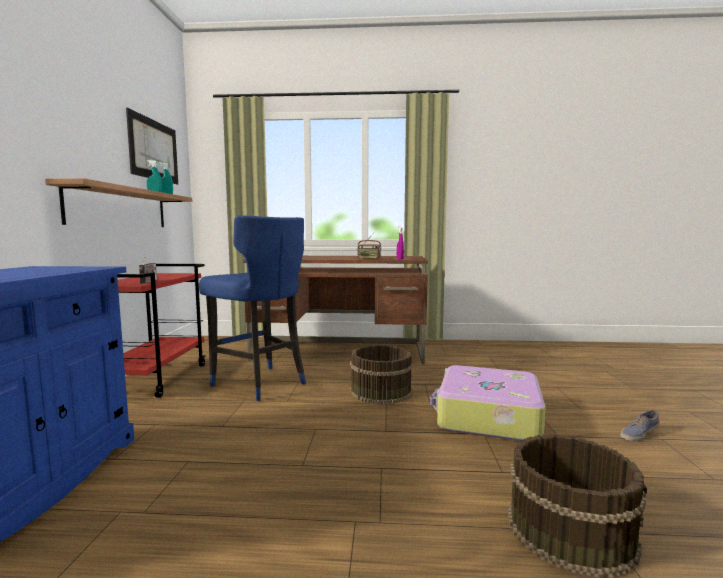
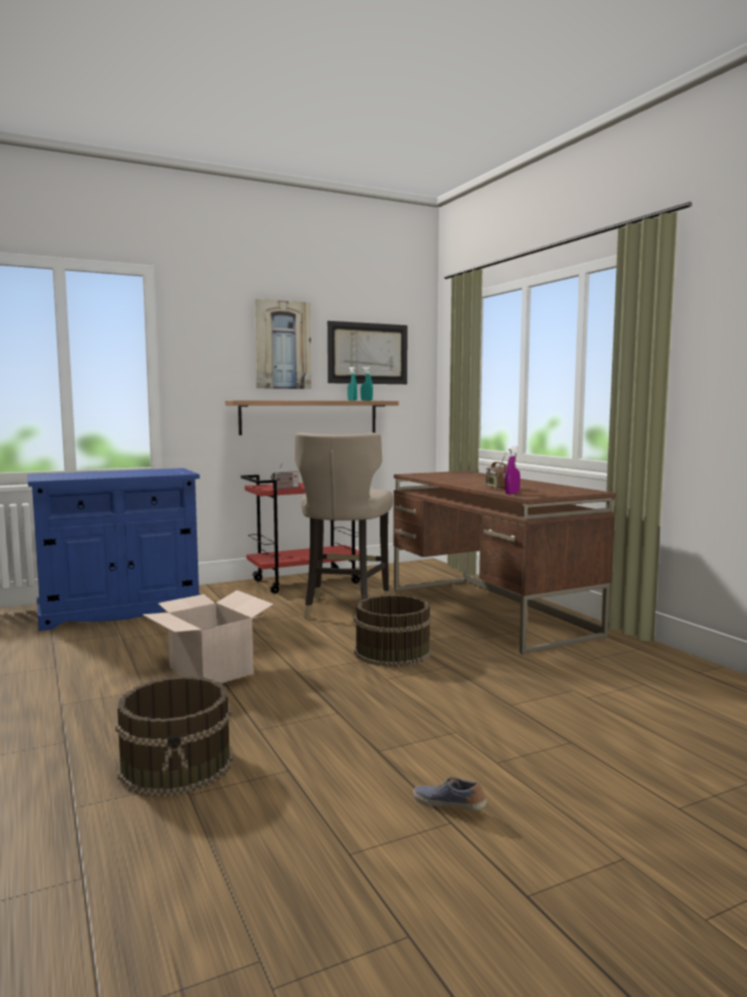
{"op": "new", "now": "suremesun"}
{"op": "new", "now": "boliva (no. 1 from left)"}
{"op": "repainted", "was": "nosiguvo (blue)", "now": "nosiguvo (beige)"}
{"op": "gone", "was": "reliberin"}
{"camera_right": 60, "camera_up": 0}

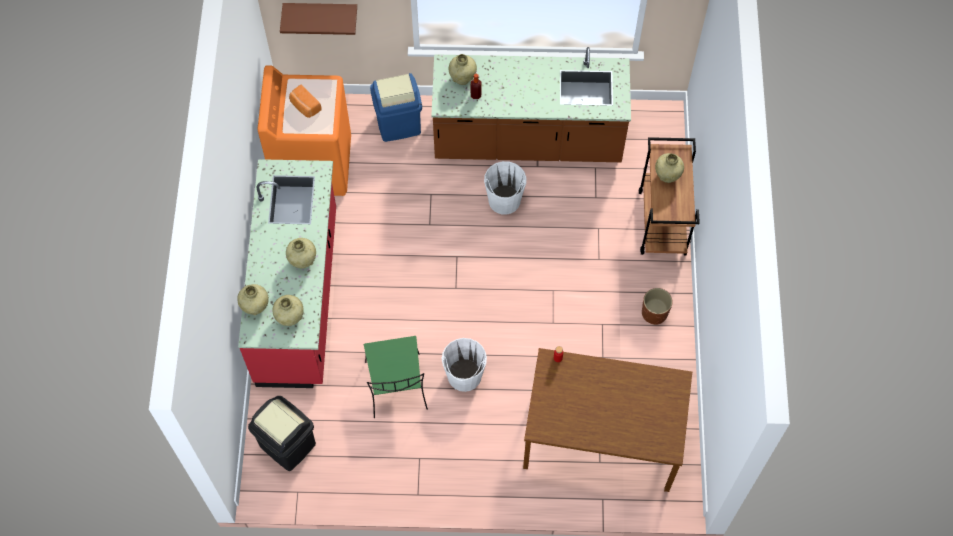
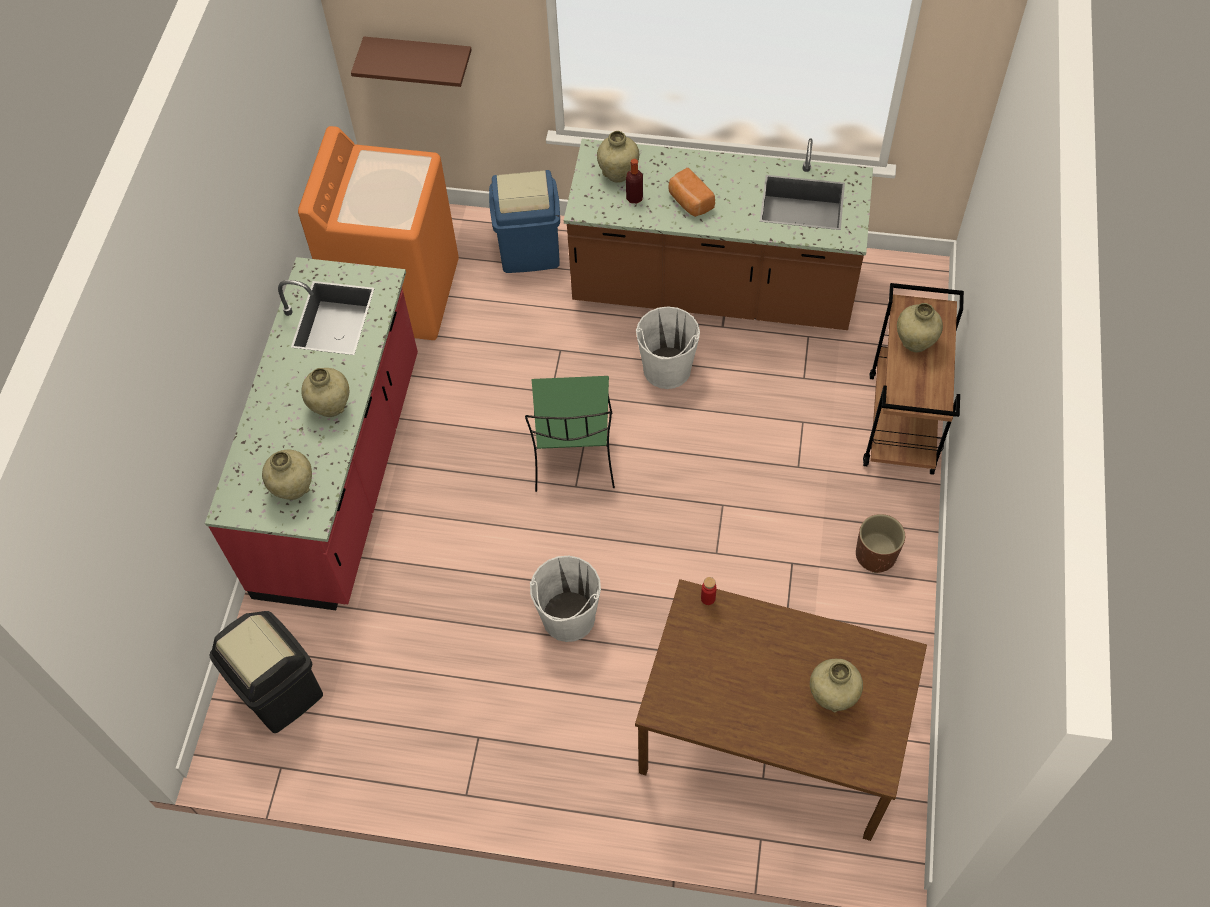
{"op": "shifted", "was": "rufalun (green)"}
{"op": "shifted", "was": "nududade"}
{"op": "shifted", "was": "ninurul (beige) (no. 1 from left in the first image)", "now": "ninurul (beige) (no. 4 from left)"}
{"camera_right": 10, "camera_up": -5}

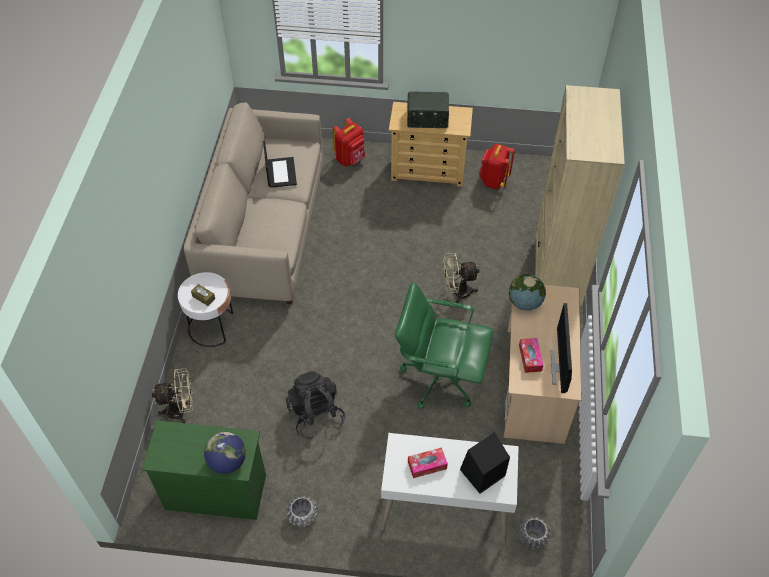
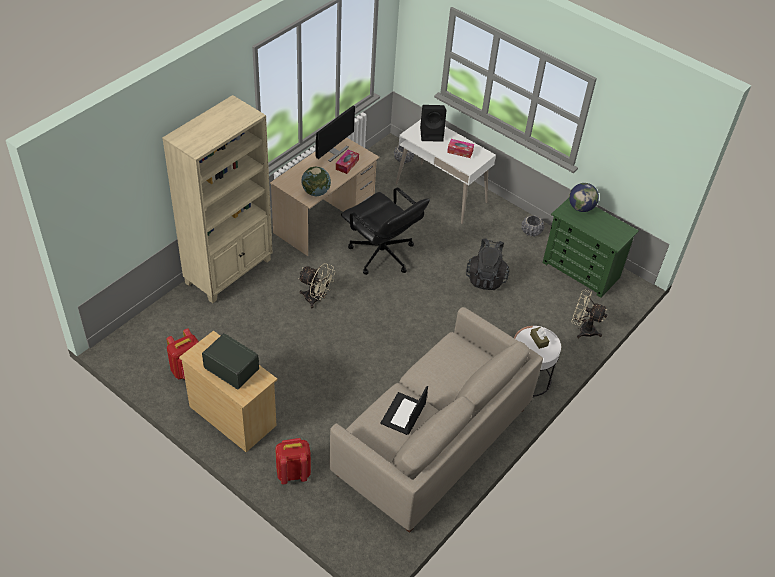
{"op": "repainted", "was": "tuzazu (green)", "now": "tuzazu (black)"}
{"camera_right": -150, "camera_up": -5}

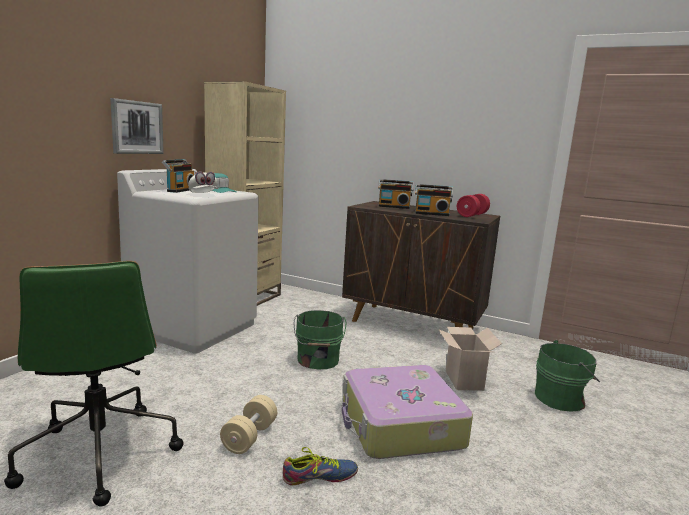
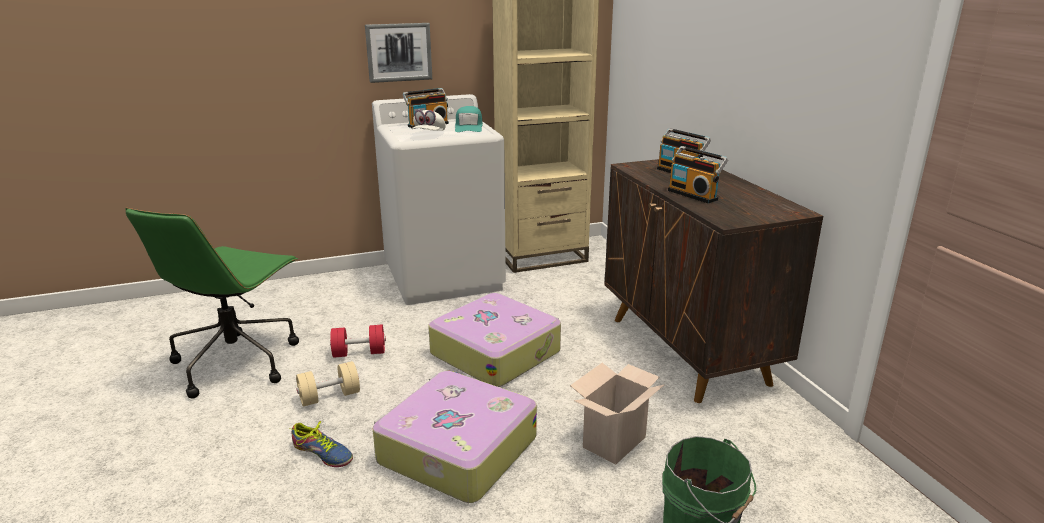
{"op": "shifted", "was": "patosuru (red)"}
{"op": "swapped", "was": "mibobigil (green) (no. 1 from left)", "now": "reliberin (no. 2 from left)"}
{"camera_right": 45, "camera_up": 10}

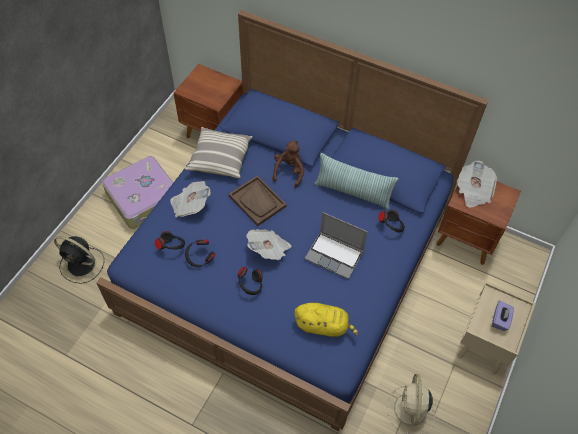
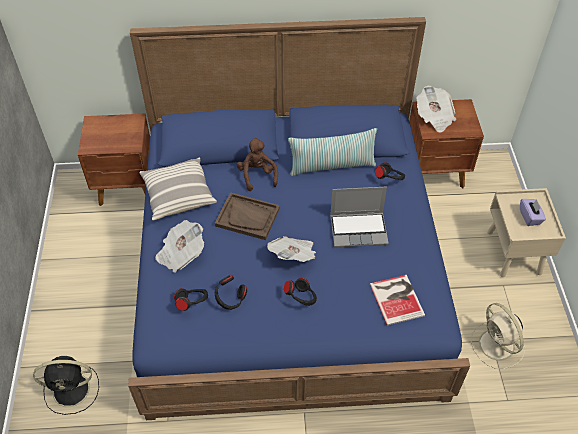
{"op": "swapped", "was": "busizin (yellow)", "now": "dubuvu"}
{"op": "gone", "was": "reliberin"}
{"camera_right": -30, "camera_up": -5}

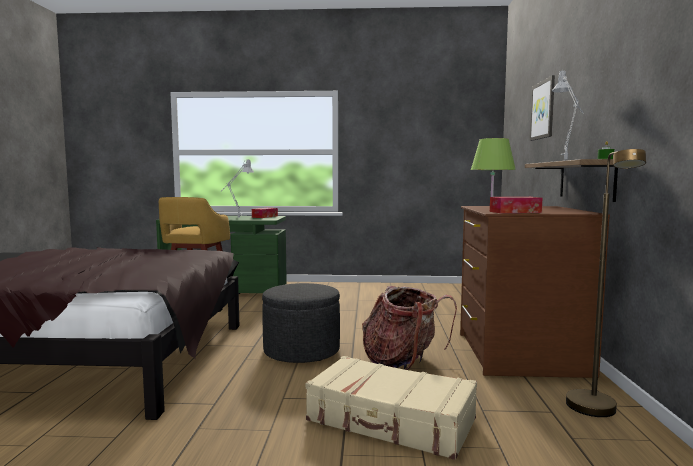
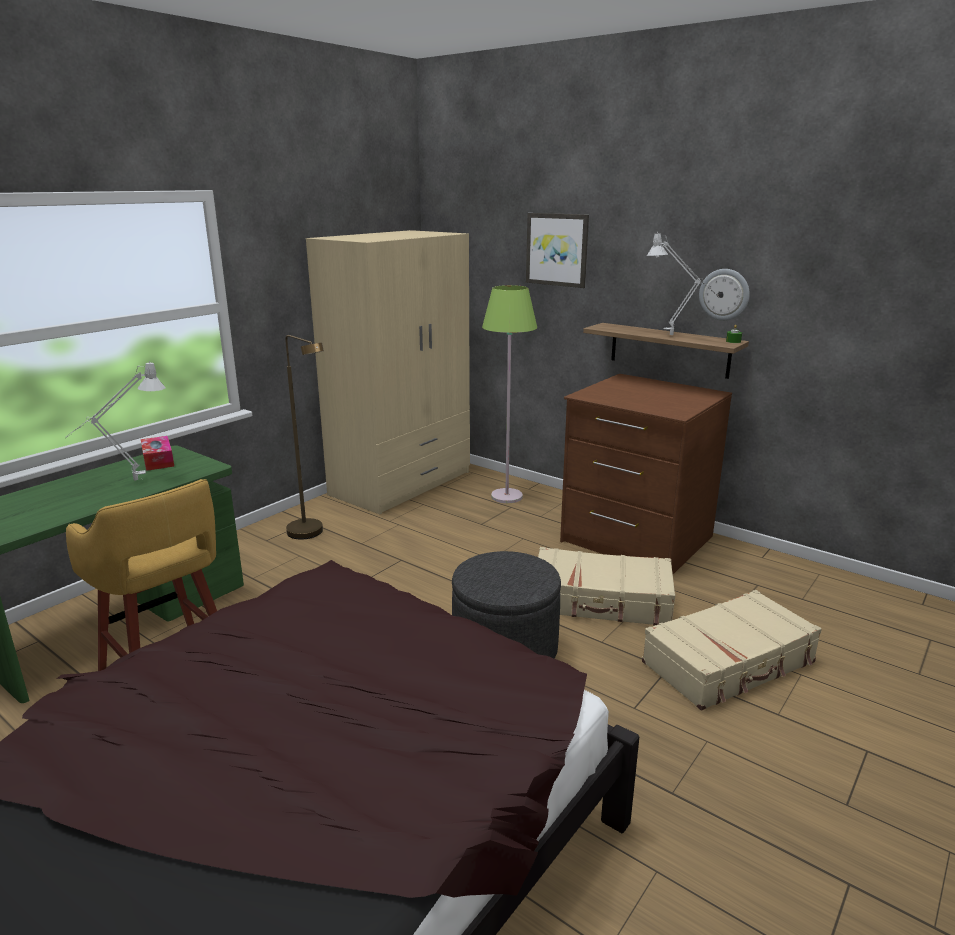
{"op": "shifted", "was": "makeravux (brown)"}
{"op": "new", "now": "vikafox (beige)"}
{"op": "swapped", "was": "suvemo", "now": "reliberin (beige) (no. 1 from left)"}
{"op": "new", "now": "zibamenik"}
{"op": "gone", "was": "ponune (no. 2 from left)"}
{"camera_right": -55, "camera_up": 15}

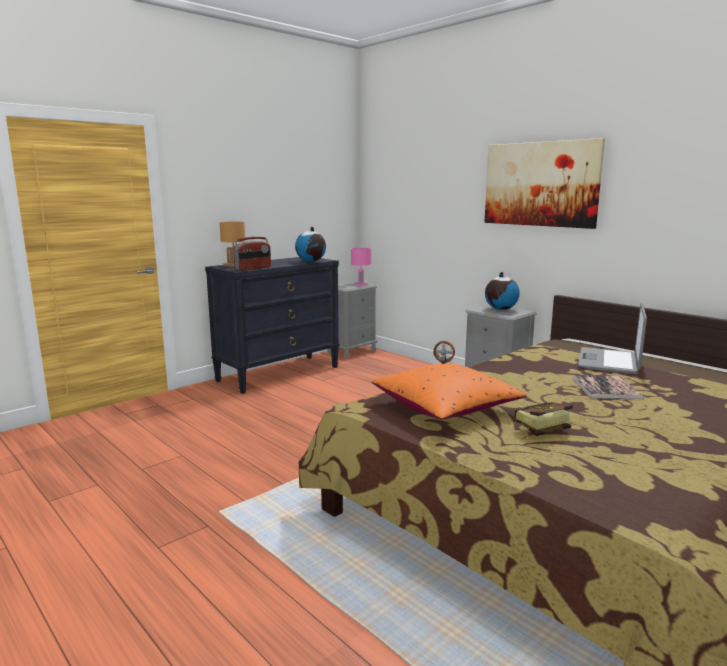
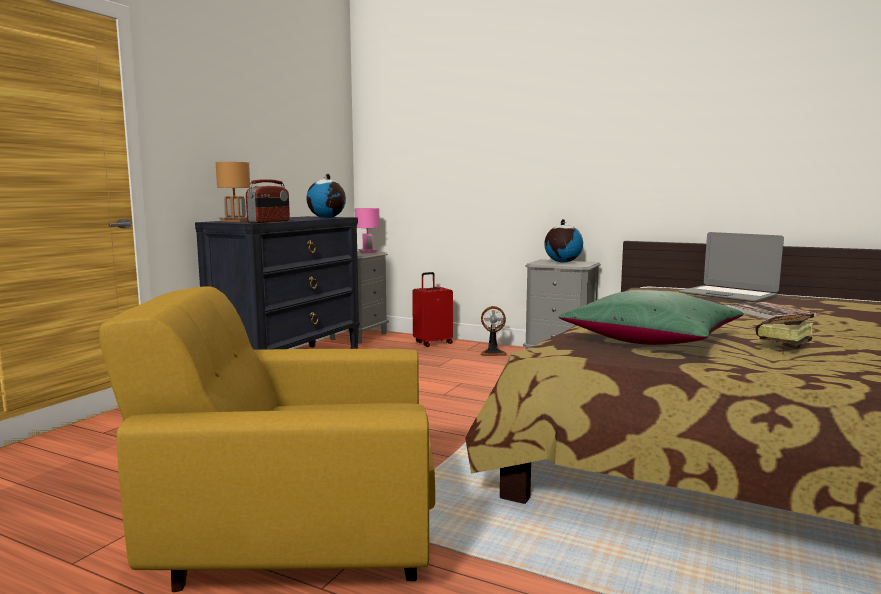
{"op": "new", "now": "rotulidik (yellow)"}
{"op": "new", "now": "reliberin (red)"}
{"op": "repainted", "was": "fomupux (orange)", "now": "fomupux (green)"}
{"op": "rotated", "was": "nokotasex", "clockwise": -45}
{"op": "gone", "was": "boliva"}
{"camera_right": -20, "camera_up": -5}

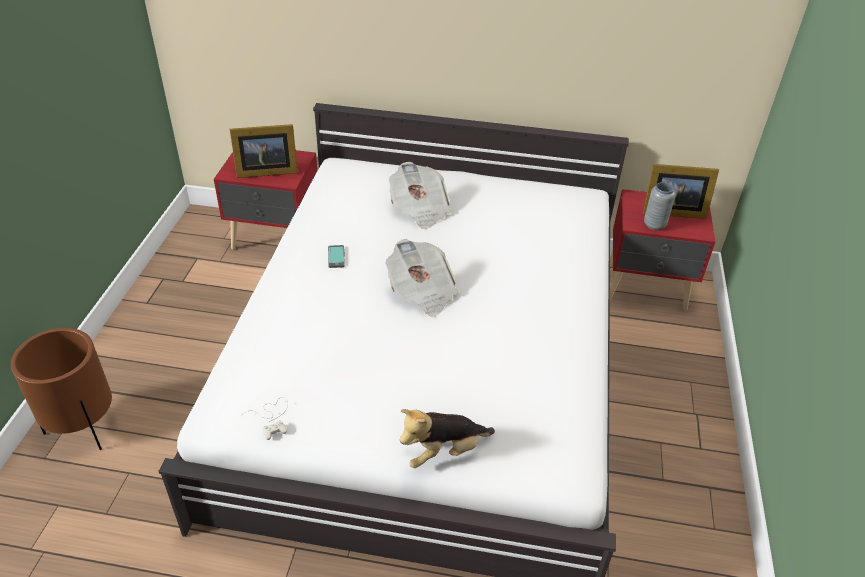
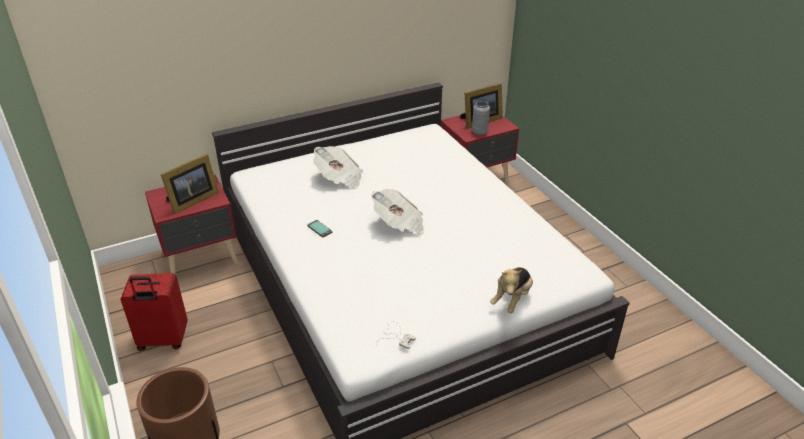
{"op": "new", "now": "reliberin (red)"}
{"camera_right": -35, "camera_up": -5}

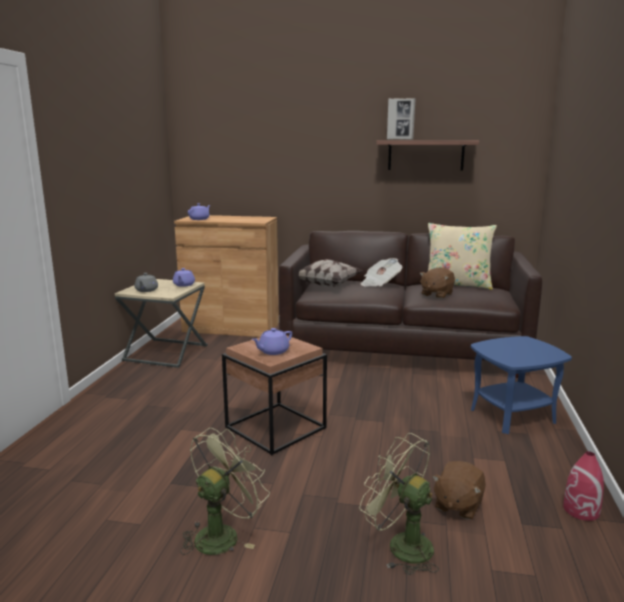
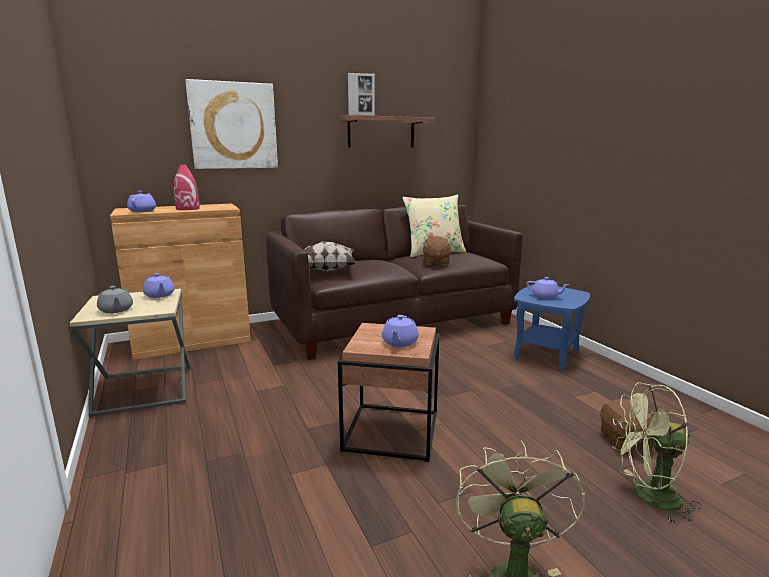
{"op": "shifted", "was": "ninurul (red)"}
{"op": "new", "now": "boliva"}
{"op": "new", "now": "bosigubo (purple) (no. 4 from left)"}
{"op": "gone", "was": "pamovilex"}
{"camera_right": -35, "camera_up": 0}

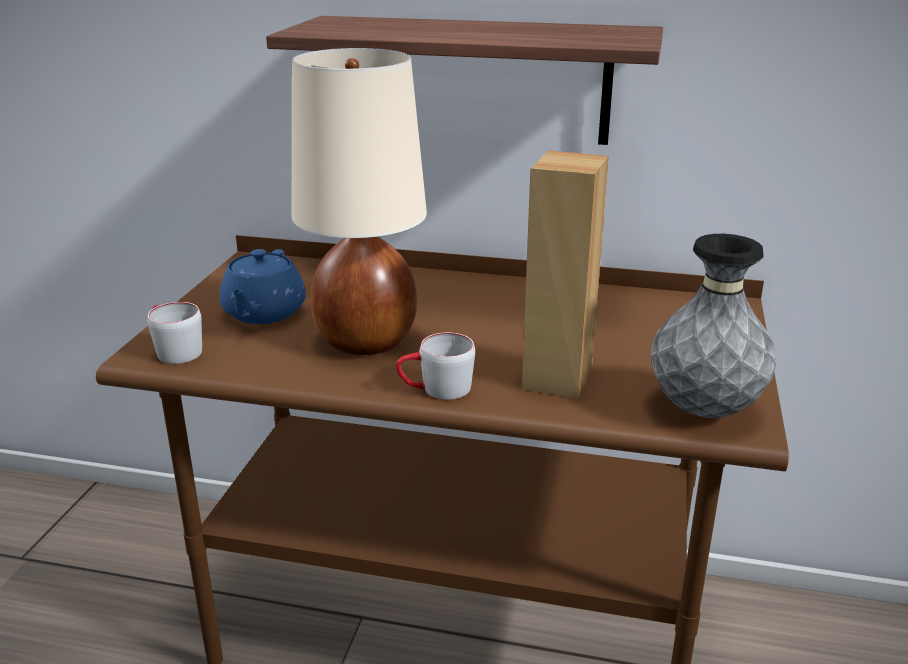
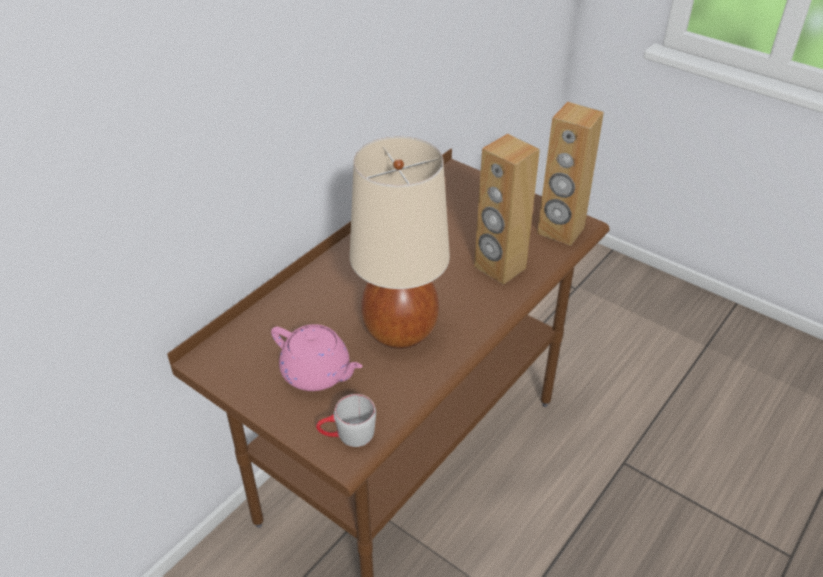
{"op": "repainted", "was": "bosigubo (blue)", "now": "bosigubo (pink)"}
{"op": "swapped", "was": "ninurul (grey)", "now": "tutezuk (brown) (no. 2 from left)"}
{"op": "gone", "was": "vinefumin"}
{"op": "gone", "was": "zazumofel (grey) (no. 2 from left)"}
{"camera_right": -65, "camera_up": 15}

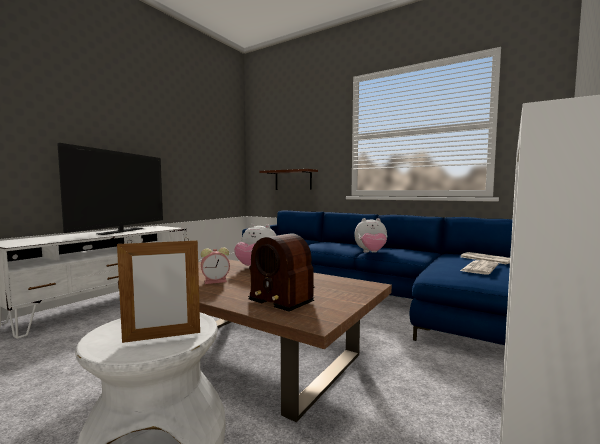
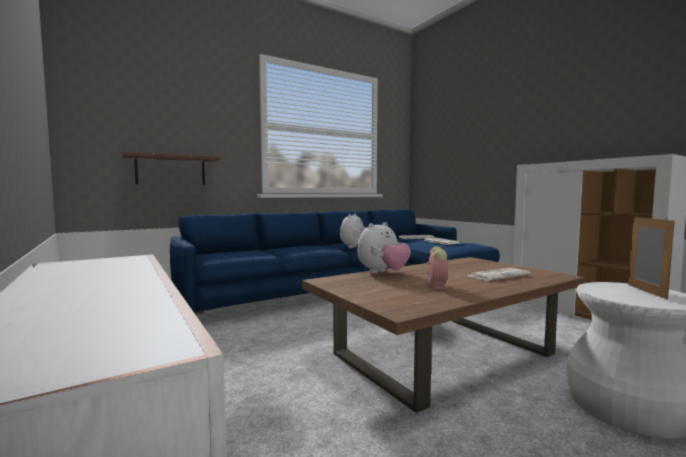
{"op": "swapped", "was": "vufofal", "now": "pamovilex (no. 3 from left)"}
{"op": "gone", "was": "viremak"}
{"camera_right": -65, "camera_up": 0}

